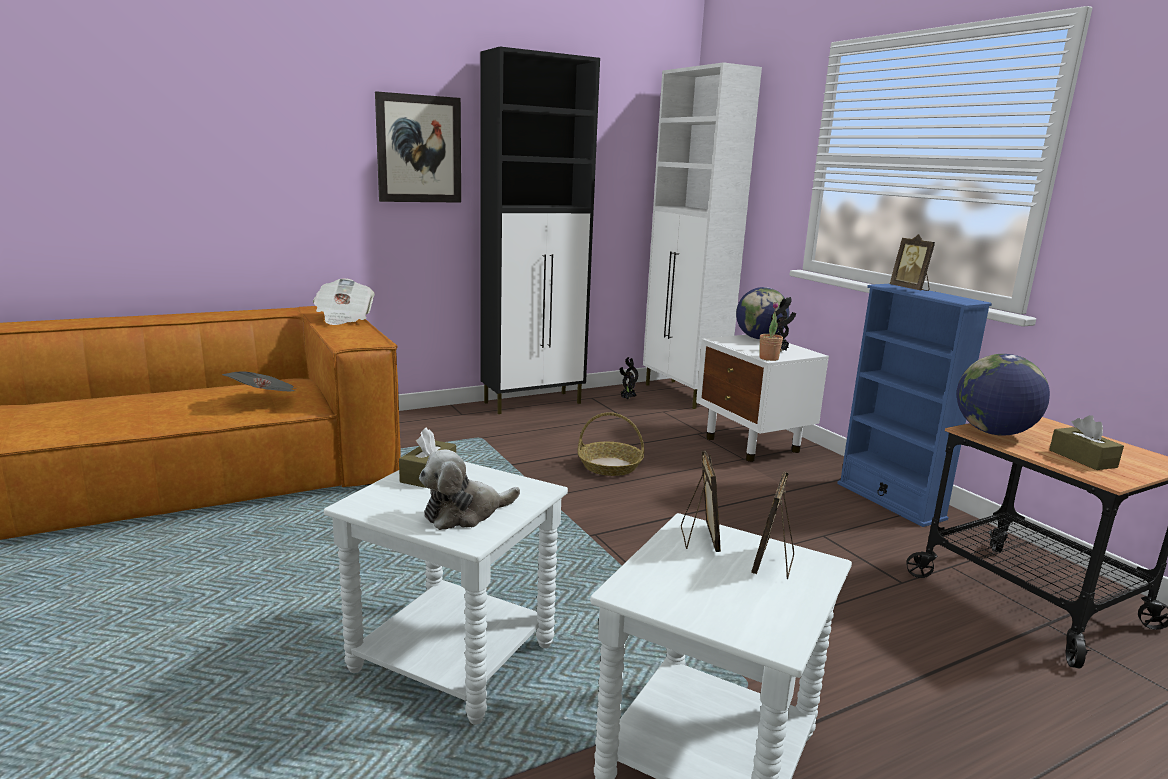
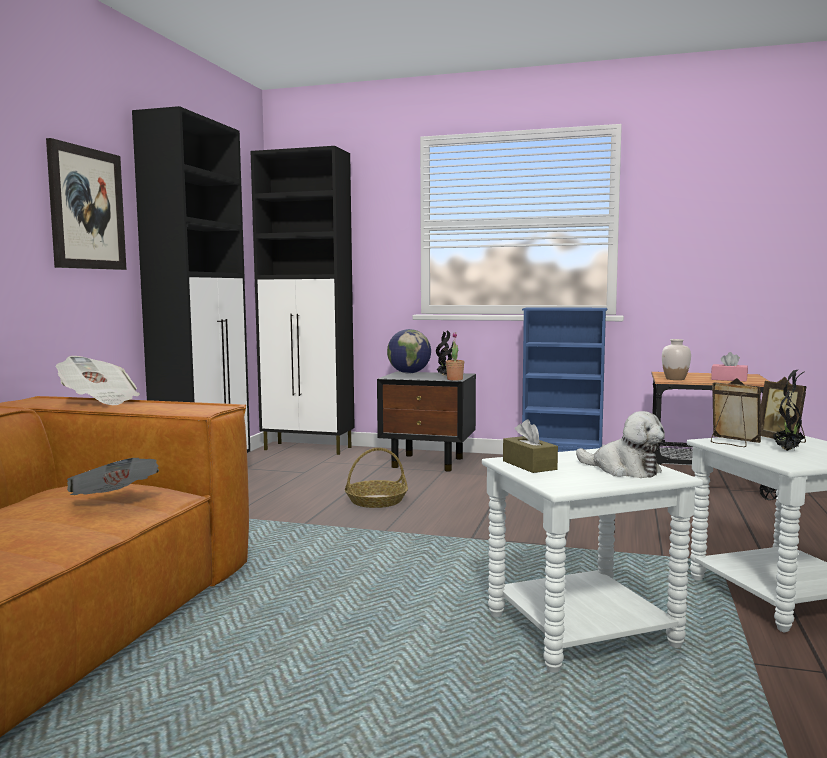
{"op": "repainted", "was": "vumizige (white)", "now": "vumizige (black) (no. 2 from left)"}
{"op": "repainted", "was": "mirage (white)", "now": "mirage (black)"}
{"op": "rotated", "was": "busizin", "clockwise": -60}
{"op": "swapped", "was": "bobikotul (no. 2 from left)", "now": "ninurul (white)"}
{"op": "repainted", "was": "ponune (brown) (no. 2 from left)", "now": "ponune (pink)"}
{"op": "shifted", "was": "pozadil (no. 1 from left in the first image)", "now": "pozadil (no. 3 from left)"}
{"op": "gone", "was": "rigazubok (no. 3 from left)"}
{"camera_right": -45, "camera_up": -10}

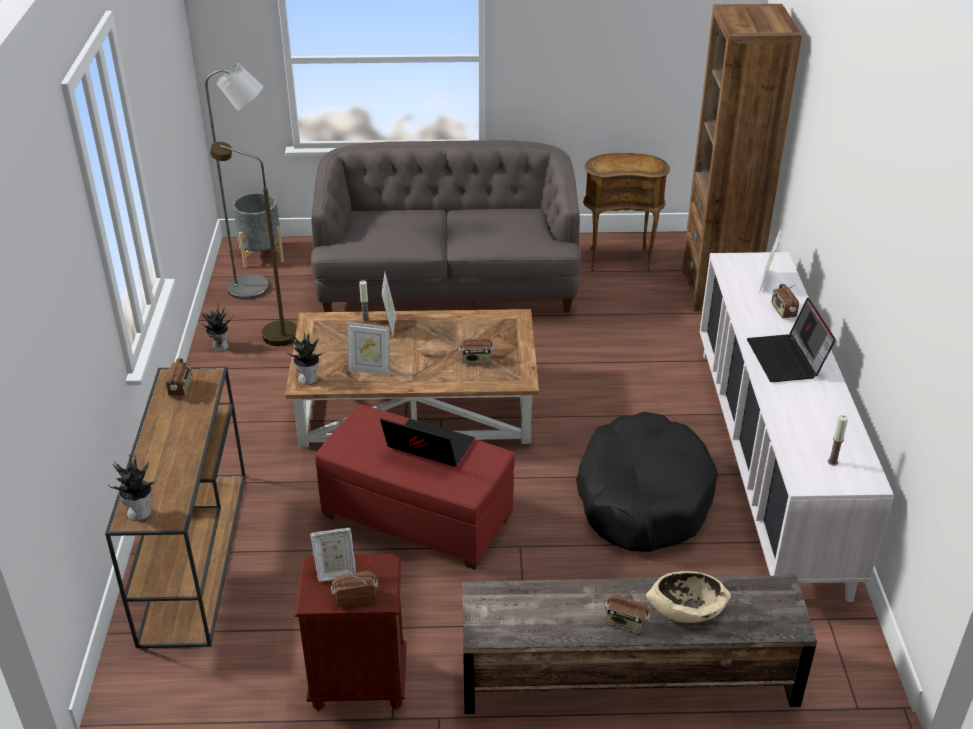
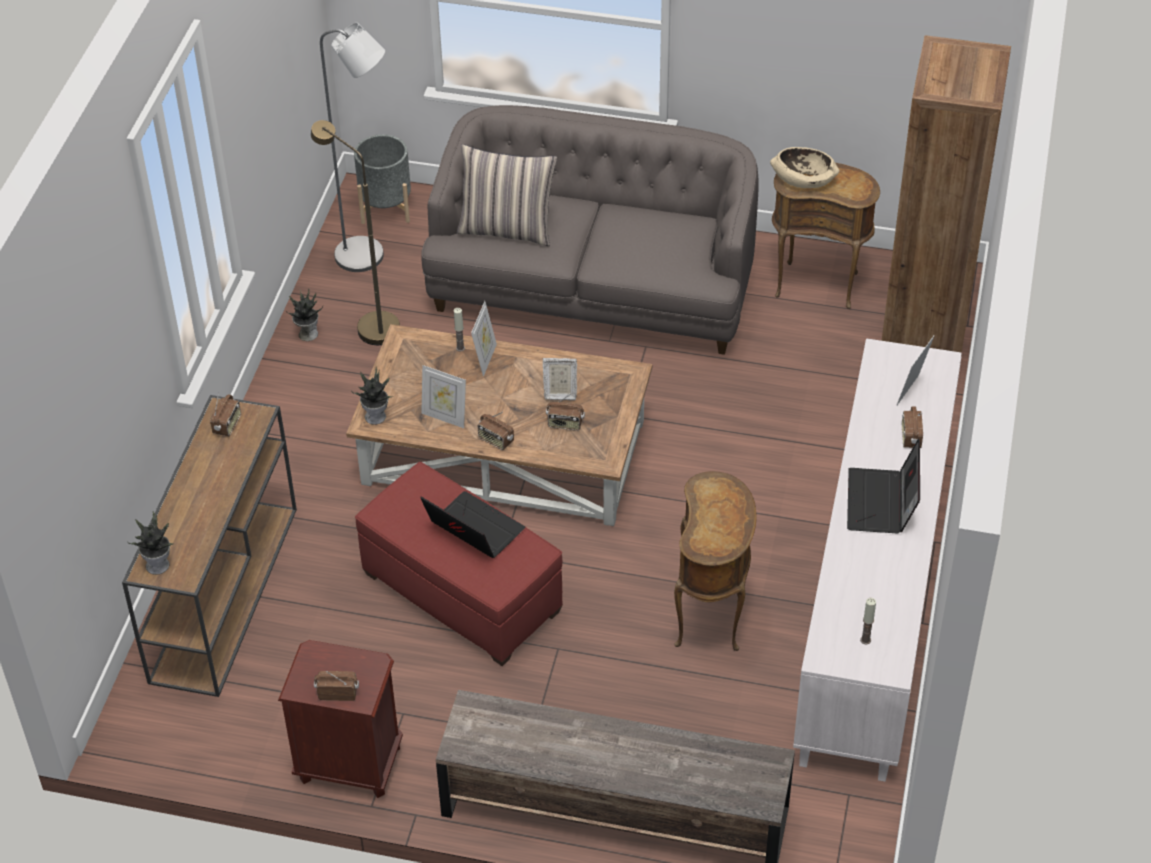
{"op": "new", "now": "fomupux"}
{"op": "shifted", "was": "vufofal (no. 4 from left in the first image)", "now": "vufofal (no. 3 from left)"}
{"op": "shifted", "was": "rigazubok (no. 1 from left in the first image)", "now": "rigazubok (no. 3 from left)"}
{"op": "swapped", "was": "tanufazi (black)", "now": "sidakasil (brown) (no. 1 from left)"}
{"op": "shifted", "was": "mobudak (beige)"}
{"camera_right": 15, "camera_up": 10}

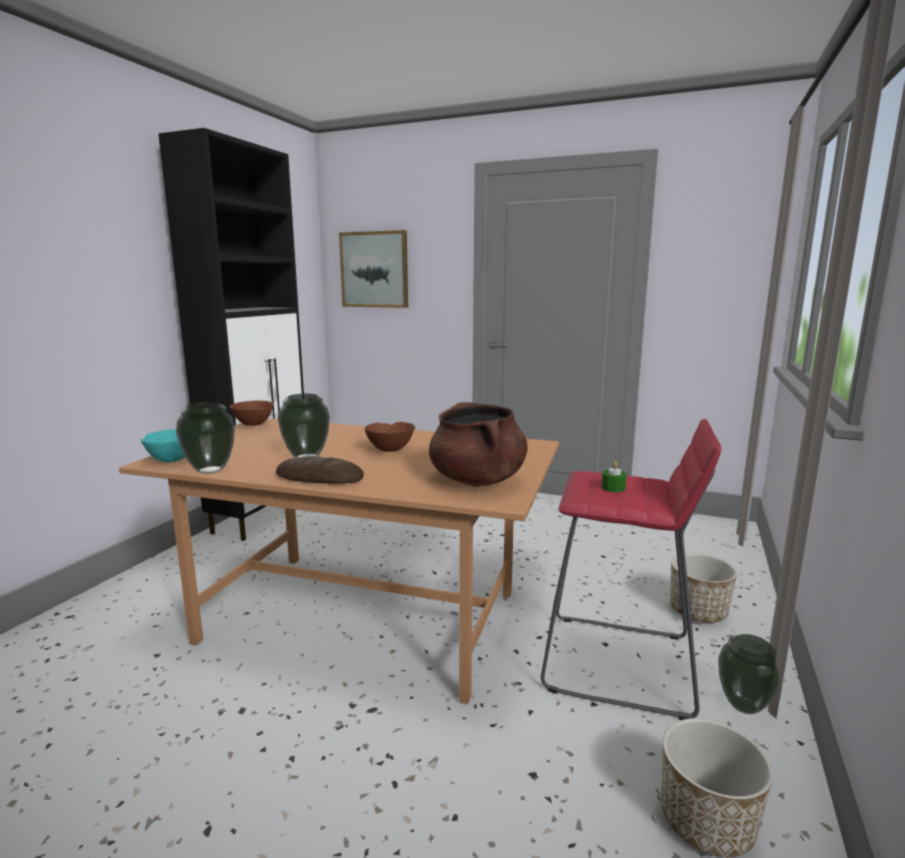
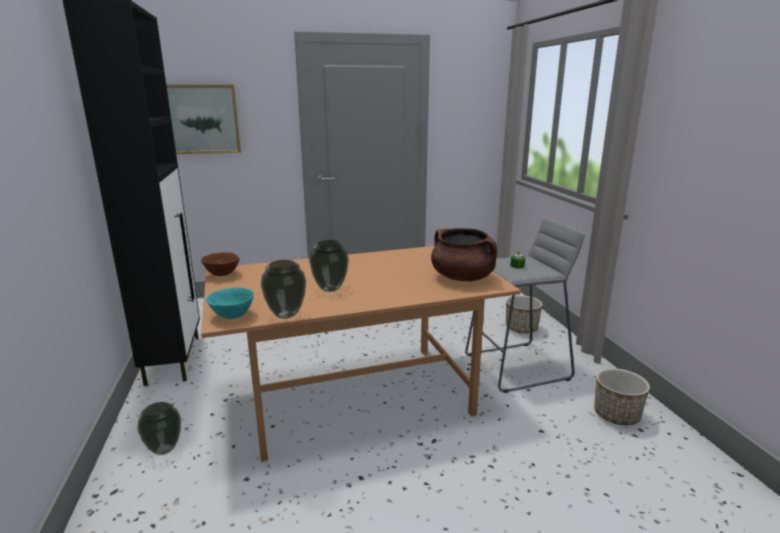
{"op": "shifted", "was": "ninurul (no. 3 from left in the first image)", "now": "ninurul (no. 1 from left)"}
{"op": "repainted", "was": "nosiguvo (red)", "now": "nosiguvo (grey)"}
{"op": "gone", "was": "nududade"}
{"op": "gone", "was": "mobudak (brown) (no. 2 from left)"}
{"camera_right": -35, "camera_up": 5}

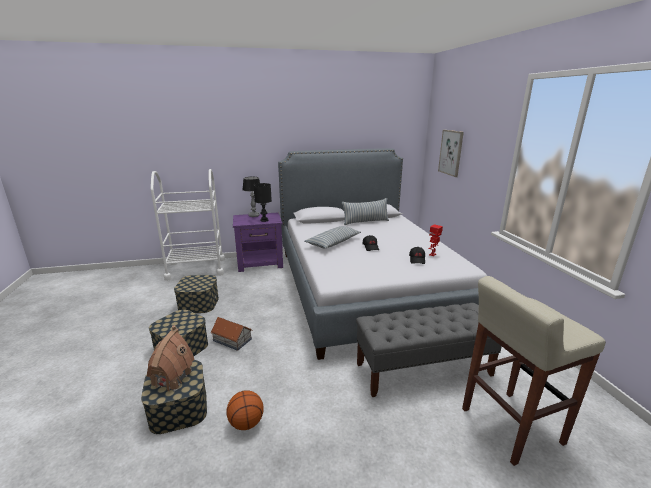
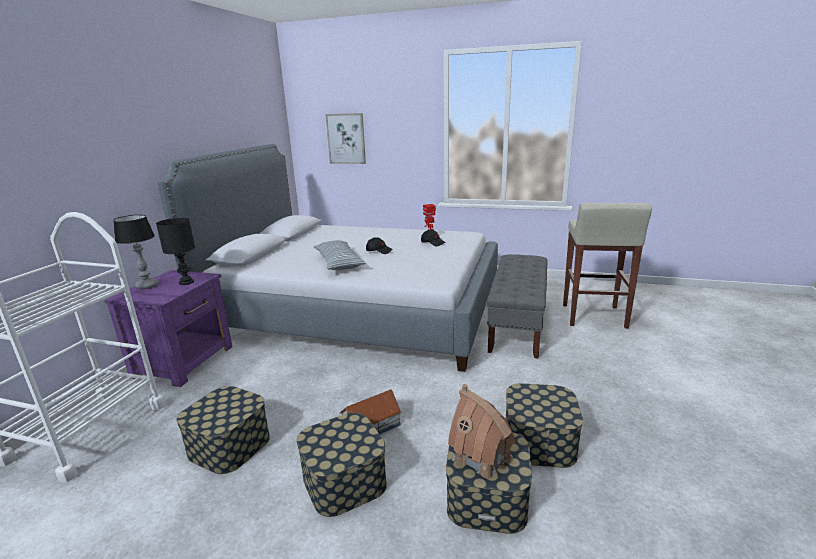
{"op": "swapped", "was": "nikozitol", "now": "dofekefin (no. 4 from left)"}
{"op": "gone", "was": "fomupux (no. 2 from left)"}
{"camera_right": -60, "camera_up": 0}

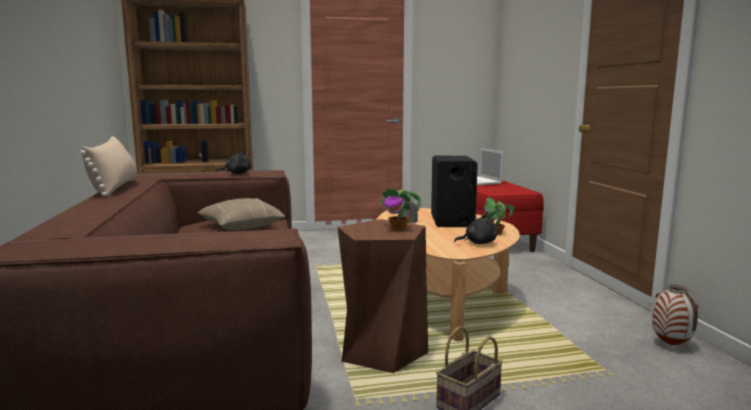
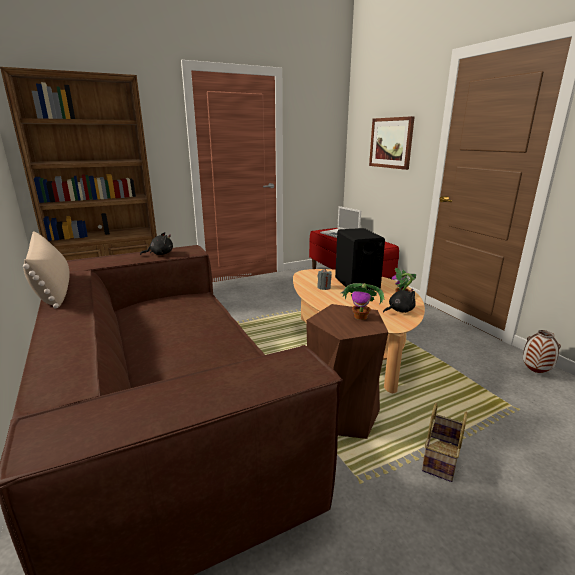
{"op": "new", "now": "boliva"}
{"op": "gone", "was": "fomupux (beige) (no. 2 from left)"}
{"camera_right": -15, "camera_up": 10}

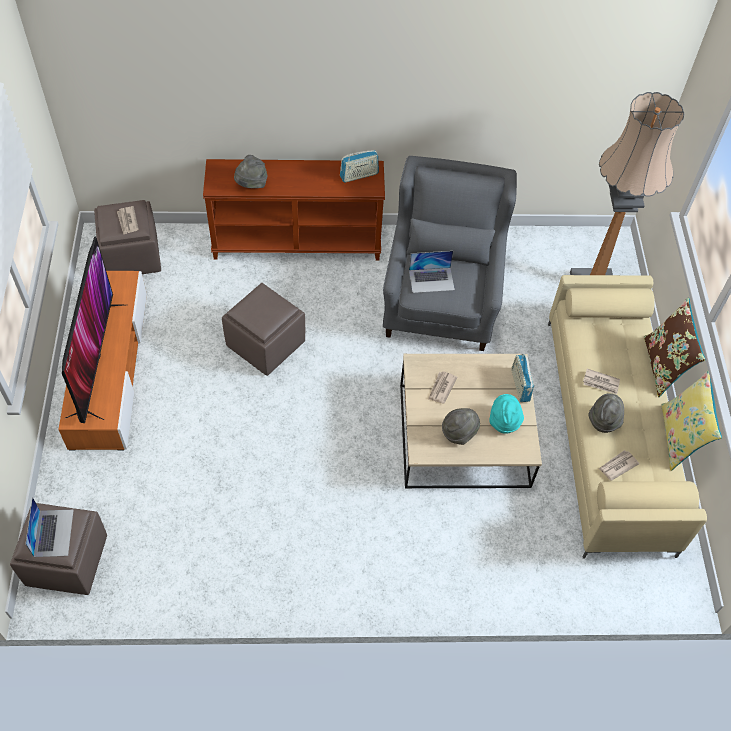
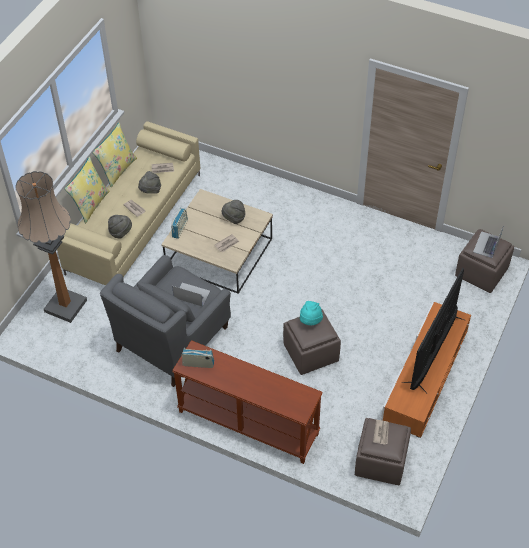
{"op": "repainted", "was": "fomupux (brown)", "now": "fomupux (yellow) (no. 1 from left)"}
{"op": "shifted", "was": "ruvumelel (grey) (no. 1 from left)"}
{"op": "shifted", "was": "ruvumelel (turquoise)"}
{"camera_right": -150, "camera_up": -5}

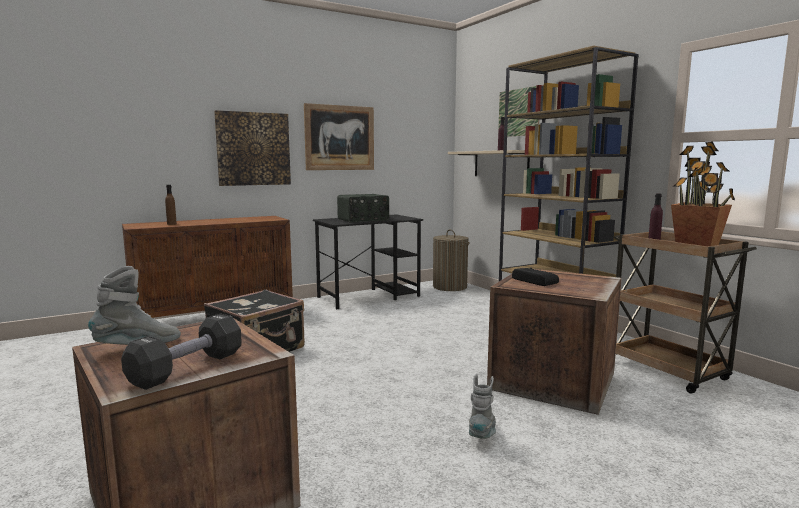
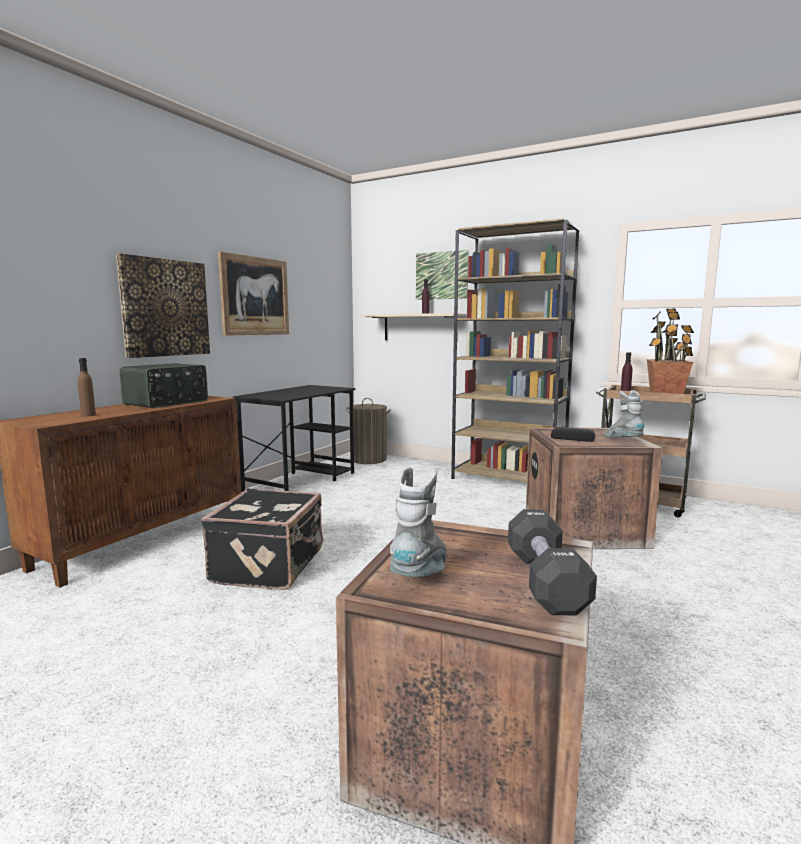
{"op": "shifted", "was": "vufofal (no. 1 from left)"}
{"op": "shifted", "was": "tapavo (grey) (no. 2 from left)"}
{"camera_right": -30, "camera_up": 0}

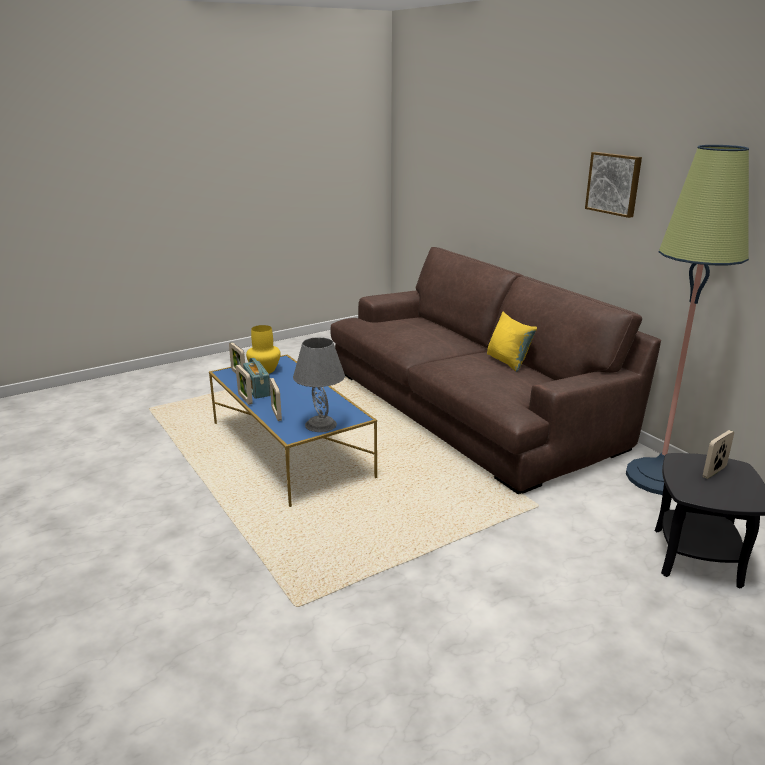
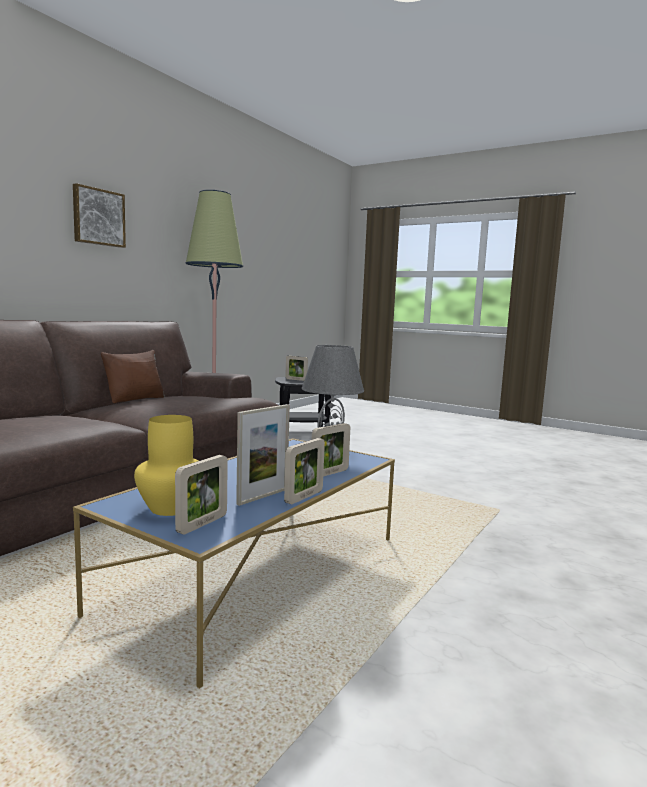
{"op": "repainted", "was": "fomupux (yellow)", "now": "fomupux (brown)"}
{"op": "swapped", "was": "vufofal", "now": "rigazubok (no. 2 from left)"}
{"camera_right": -115, "camera_up": -15}

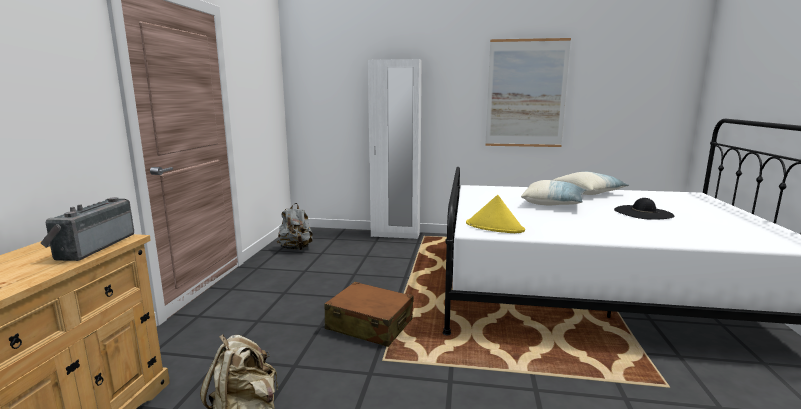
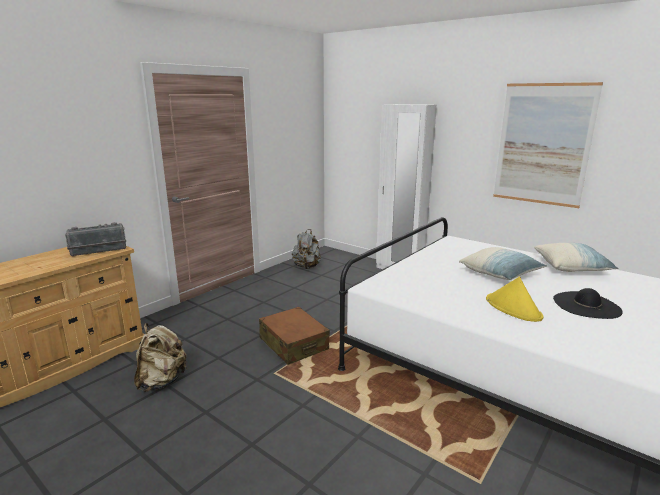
{"op": "rotated", "was": "vufofal", "clockwise": -150}
{"op": "shifted", "was": "ruvumelel (yellow)"}
{"camera_right": 30, "camera_up": 5}

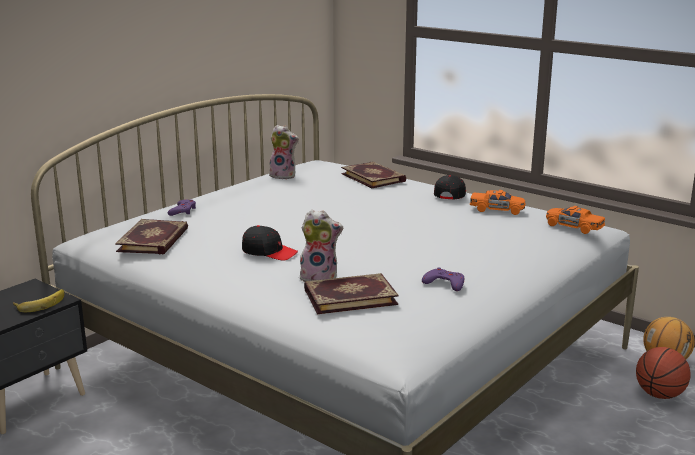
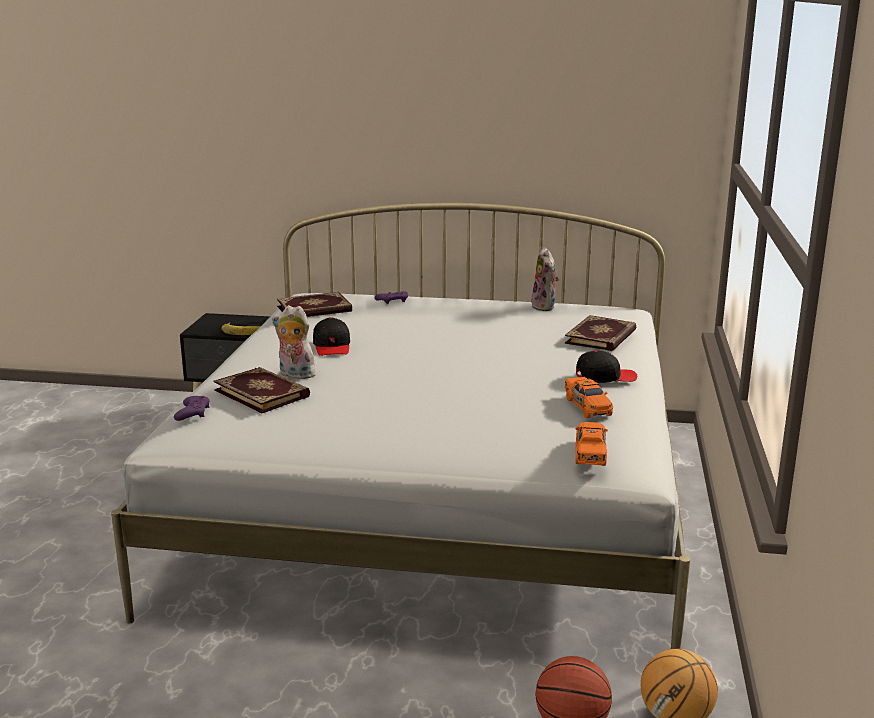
{"op": "shifted", "was": "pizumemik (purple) (no. 2 from left in the first image)", "now": "pizumemik (purple) (no. 1 from left)"}
{"op": "rotated", "was": "busizin (no. 2 from left in the first image)", "clockwise": 135}
{"camera_right": 60, "camera_up": 0}

